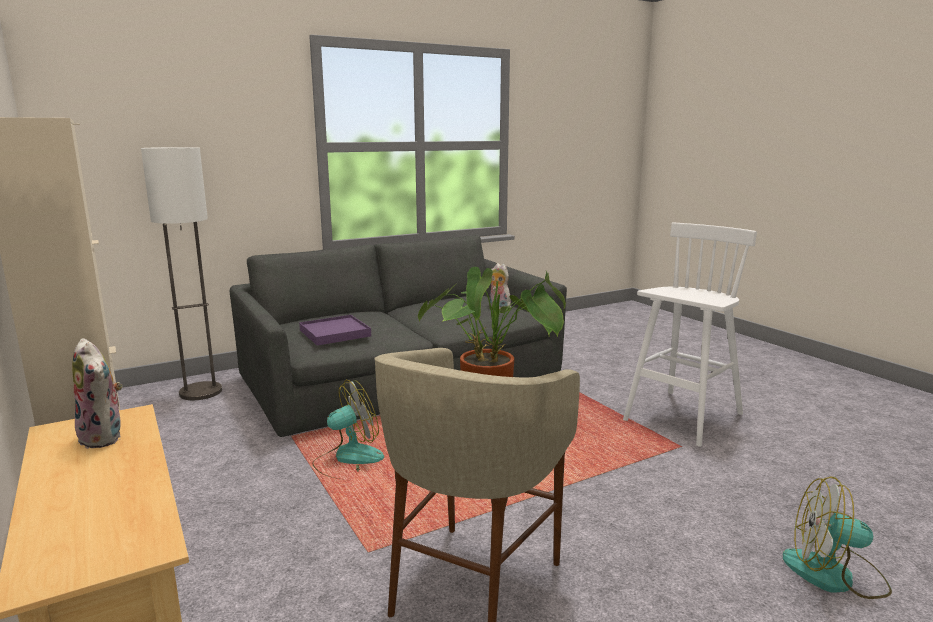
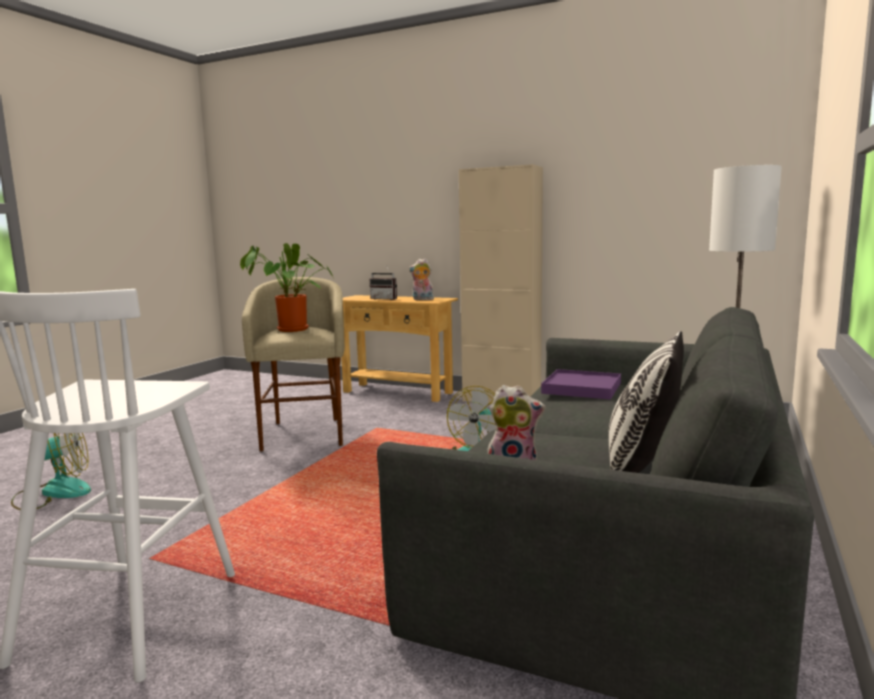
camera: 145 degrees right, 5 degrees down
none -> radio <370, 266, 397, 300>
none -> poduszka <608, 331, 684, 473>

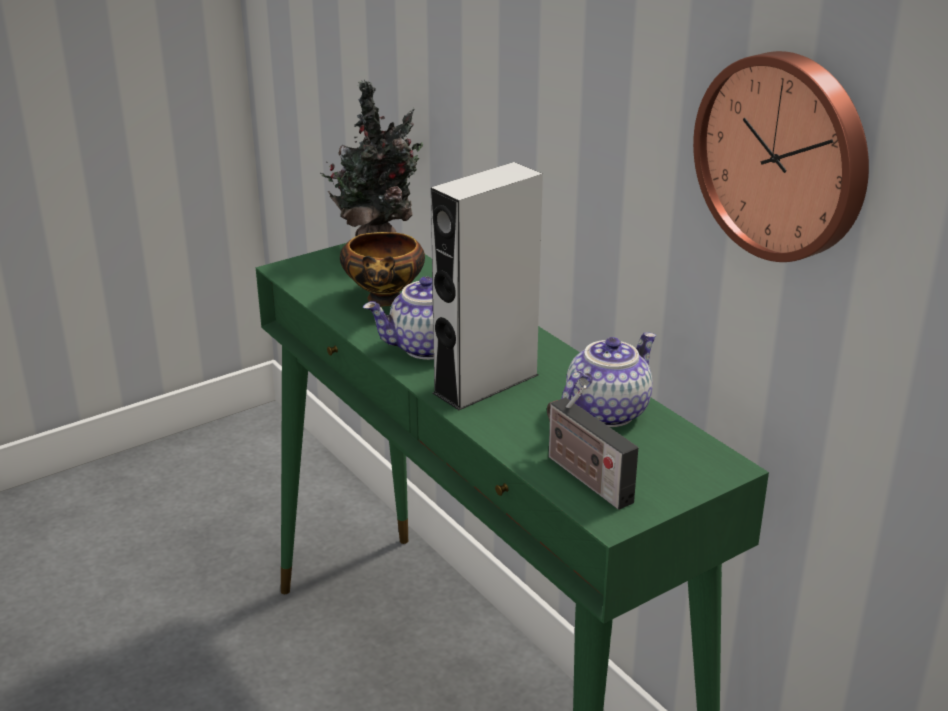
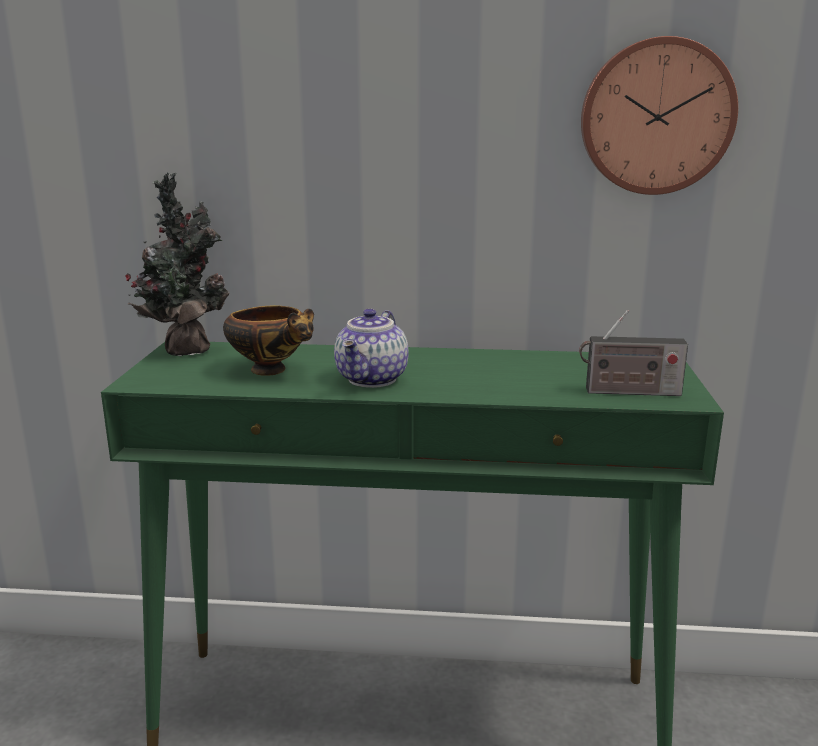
camera: 50 degrees left, 10 degrees down
głośnik [szary] <431, 162, 543, 410> -> none
imbryk <561, 332, 657, 427> -> none

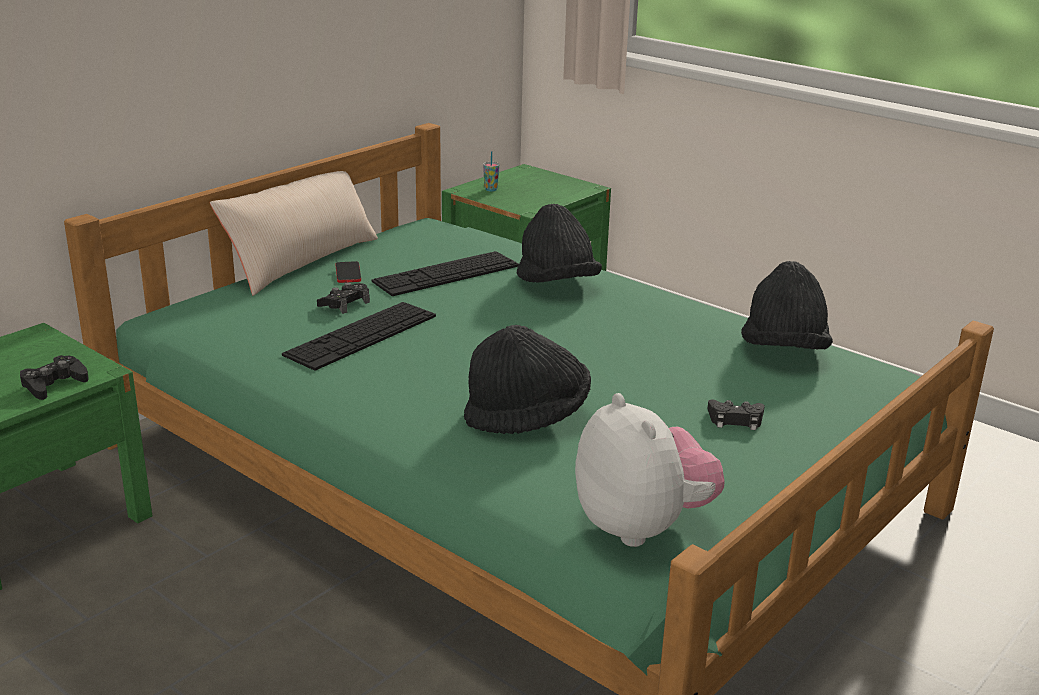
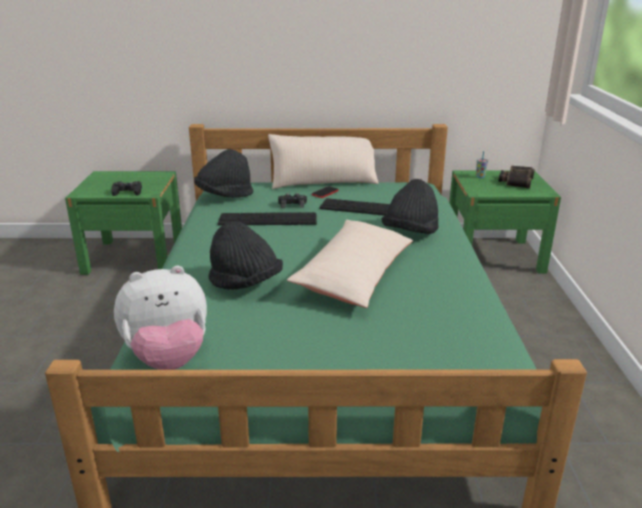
camera: 50 degrees right, 0 degrees up
pluszak <575, 393, 725, 547> -> pluszak <114, 266, 207, 370>, 45 degrees clockwise
kapelusz [czarny] <741, 261, 833, 349> -> kapelusz [czarny] <194, 149, 254, 198>, move
none -> poduszka [beżowy] <287, 220, 413, 308>
none -> lornetka <499, 165, 534, 188>
pad do gier [czarny] <707, 400, 765, 430> -> none

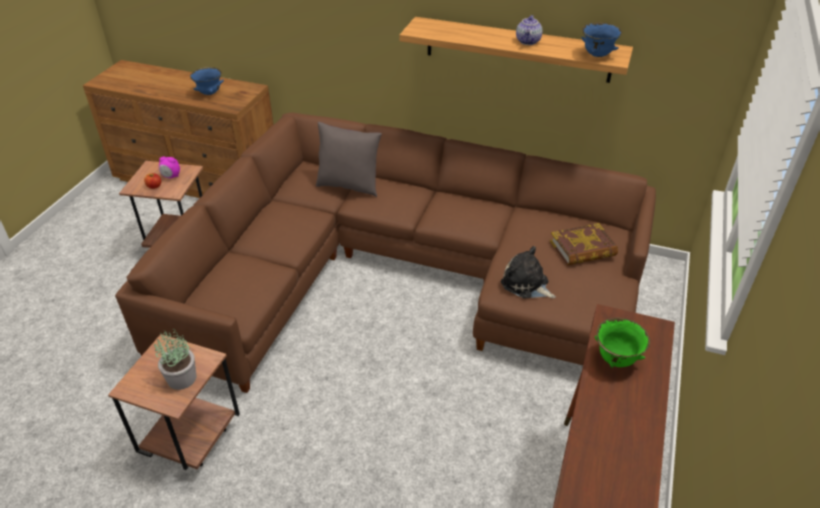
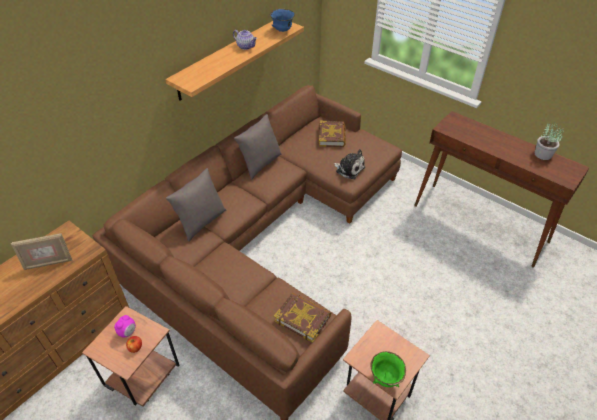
camera: 70 degrees left, 5 degrees up
miska [niebieski] <190, 67, 224, 95> -> ramka na zdjęcie <11, 233, 73, 270>
none -> poduszka [szary] <234, 114, 281, 180>
none -> książka <274, 292, 331, 342>
pluszak <501, 246, 556, 299> -> pluszak <334, 149, 365, 179>, 120 degrees counterclockwise
miska [zielony] <595, 317, 650, 368> -> miska [zielony] <371, 351, 406, 387>, move
roślina doniczkowa <154, 326, 196, 390> -> roślina doniczkowa <535, 123, 564, 160>, move

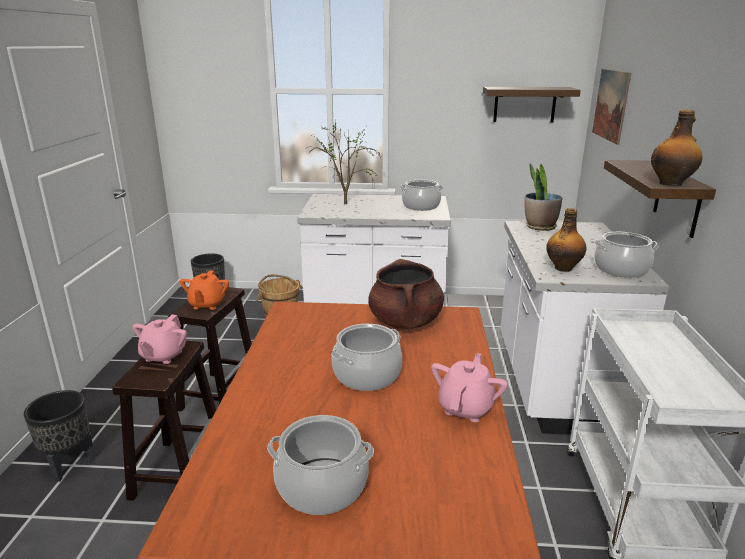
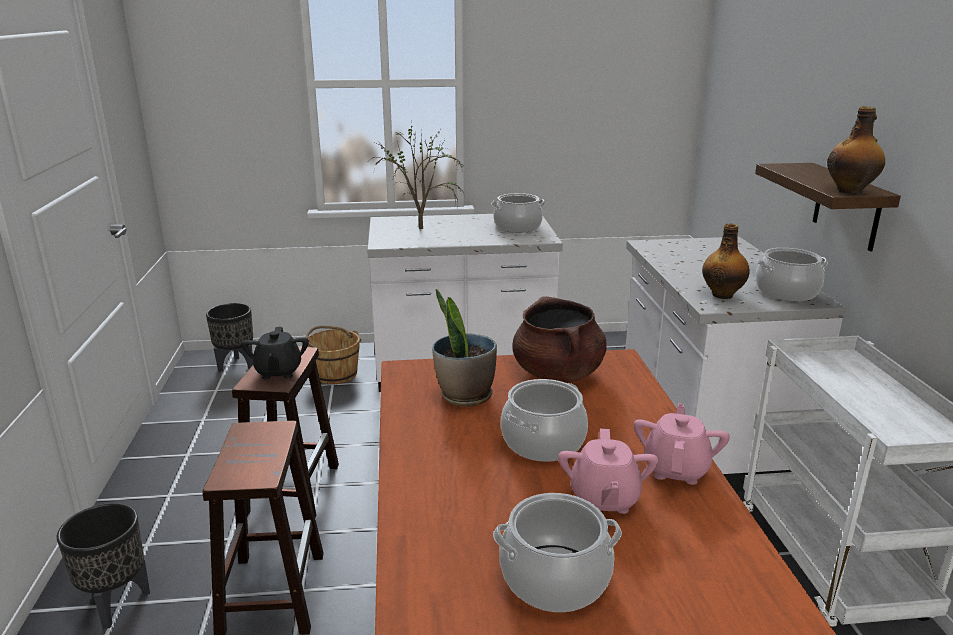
camera: 10 degrees left, 0 degrees up
imbryk [pomarańczowy] <180, 271, 229, 310> -> imbryk [czarny] <241, 327, 309, 379>
roślina doniczkowa <524, 164, 562, 231> -> roślina doniczkowa <432, 289, 497, 407>, move
imbryk [różowy] <133, 314, 187, 364> -> imbryk [różowy] <558, 429, 658, 514>, move
półka <483, 87, 581, 122> -> none
obraz <592, 69, 631, 145> -> none

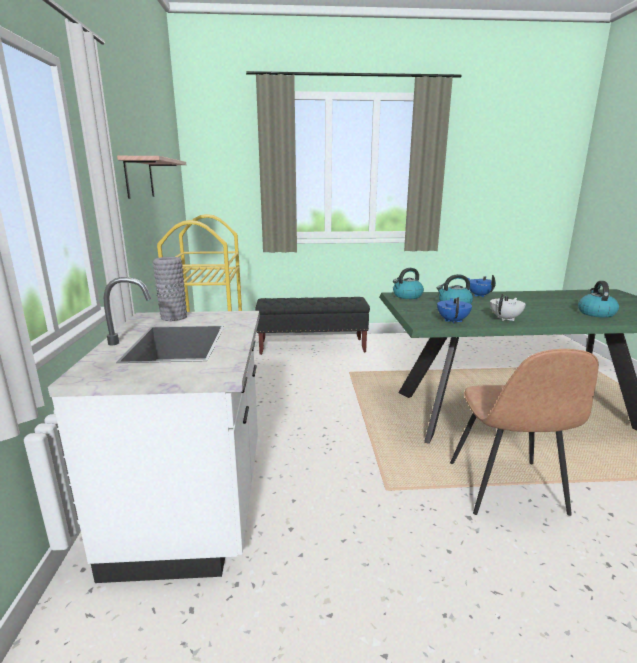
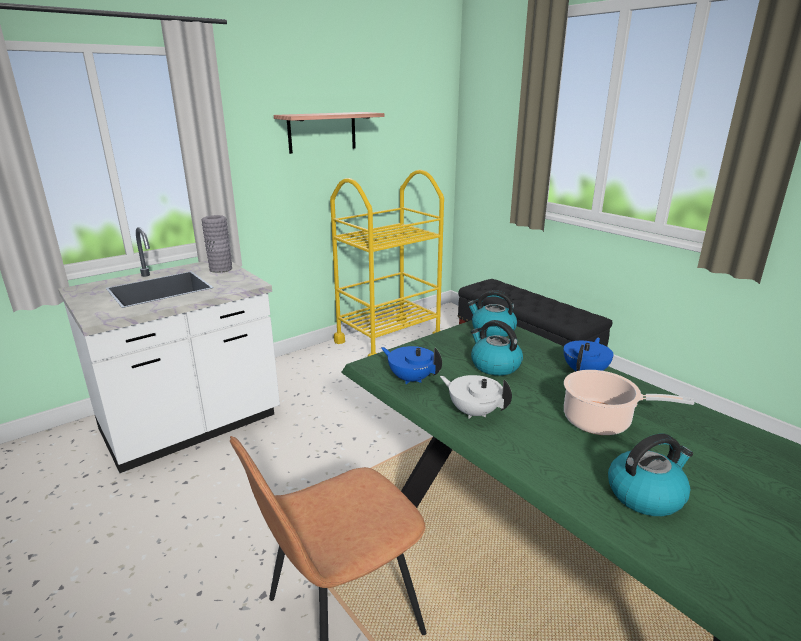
camera: 55 degrees right, 5 degrees up
imbryk [niebieski] <437, 297, 472, 324> -> imbryk [niebieski] <381, 346, 442, 384>, 120 degrees counterclockwise
imbryk [biały] <490, 294, 526, 321> -> imbryk [biały] <440, 375, 512, 419>, 150 degrees counterclockwise
none -> garnek <564, 370, 695, 435>

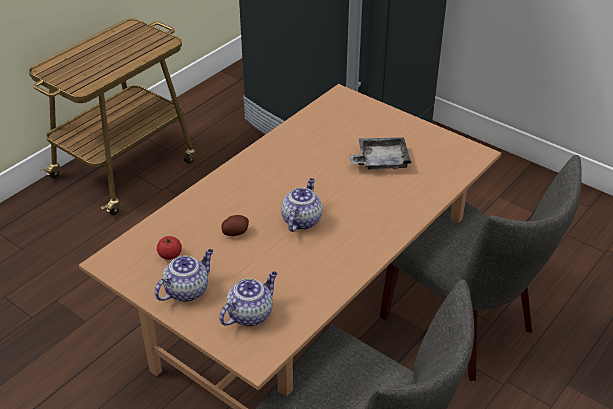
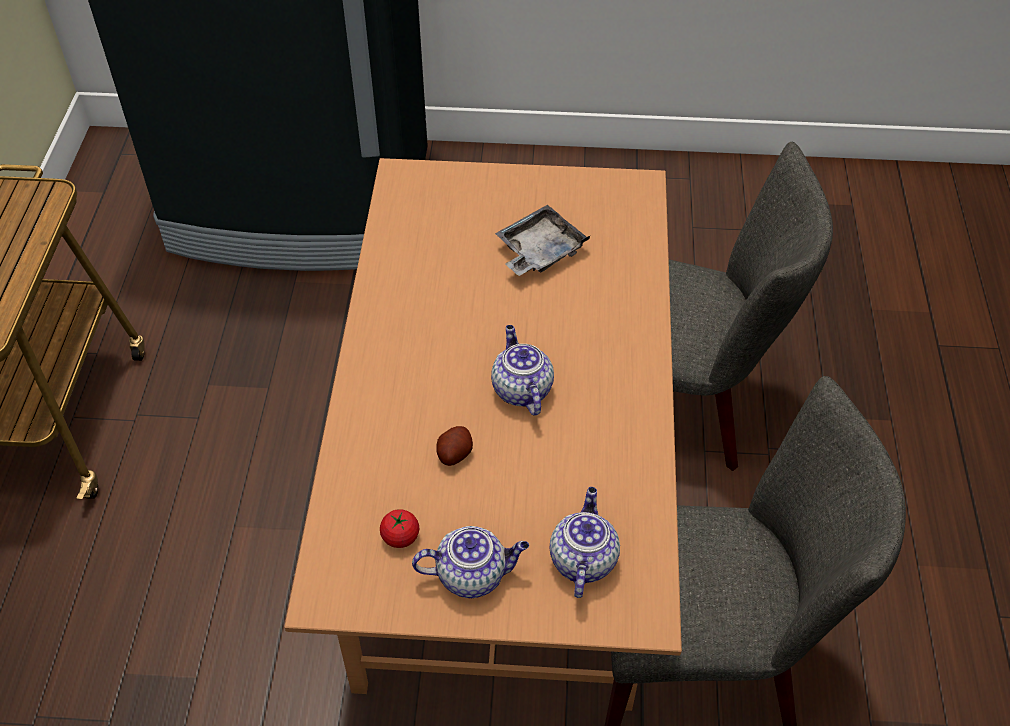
camera: 35 degrees left, 10 degrees up
imbryk <155, 249, 213, 302> -> imbryk <412, 526, 529, 598>, 75 degrees clockwise

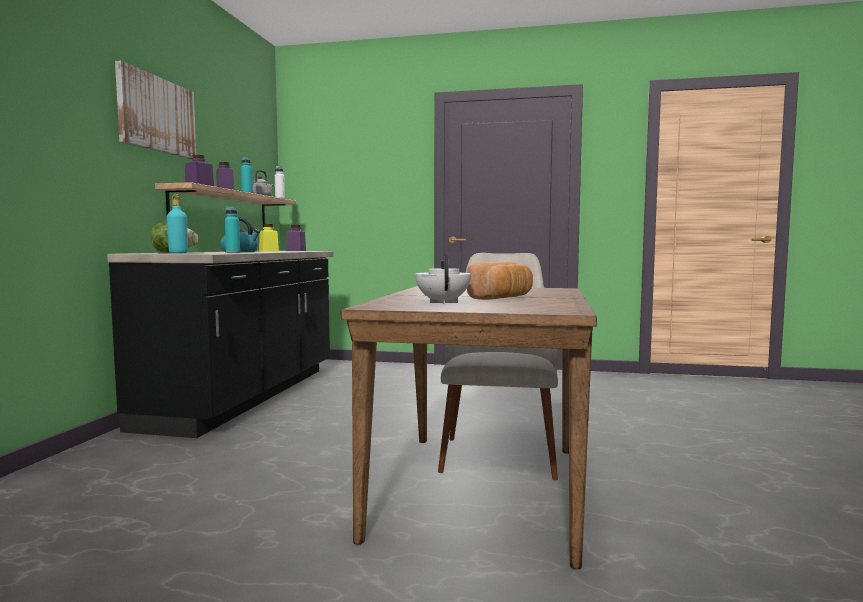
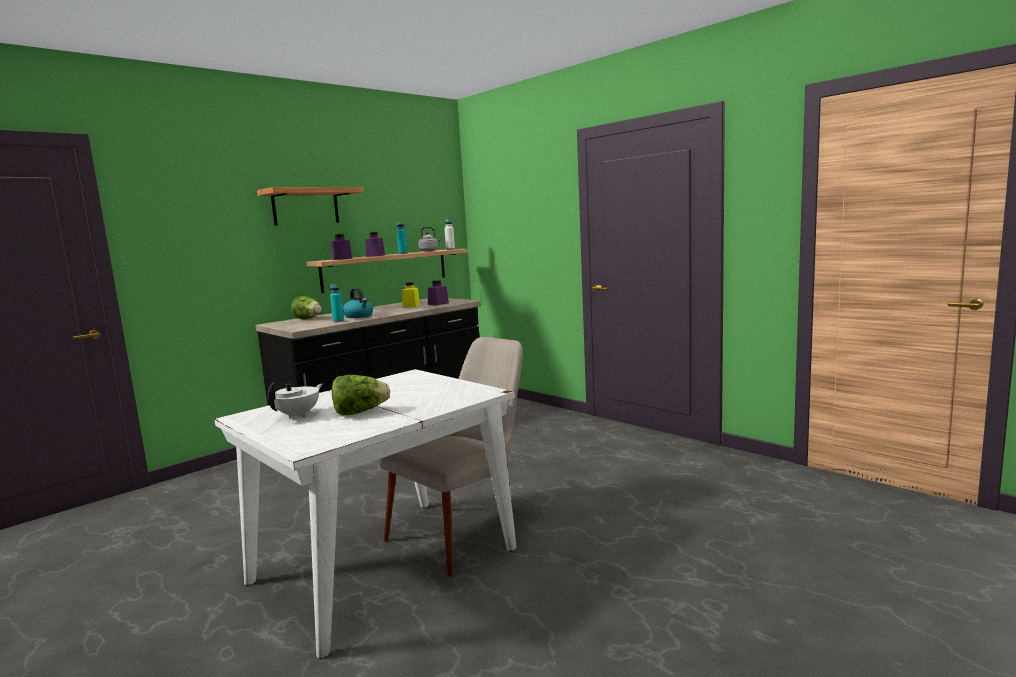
camera: 35 degrees right, 5 degrees up
stół jadalny [brązowy] <341, 286, 597, 569> -> stół jadalny [biały] <214, 369, 517, 659>
obraz <115, 61, 196, 159> -> półka <257, 187, 364, 225>
chleb <467, 261, 533, 300> -> sałata <332, 375, 390, 415>
butelka [turkusowy] <167, 194, 188, 253> -> none

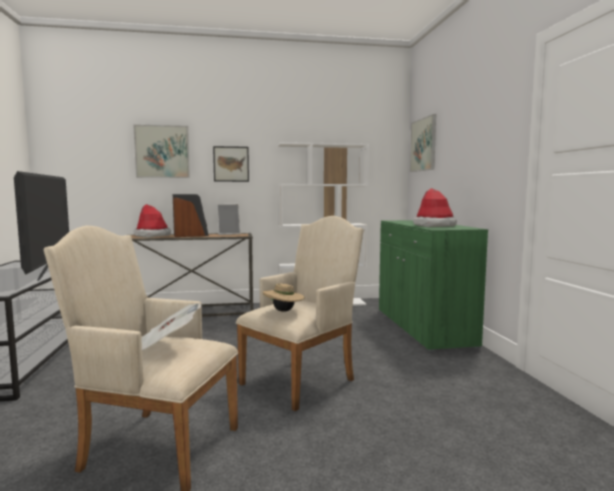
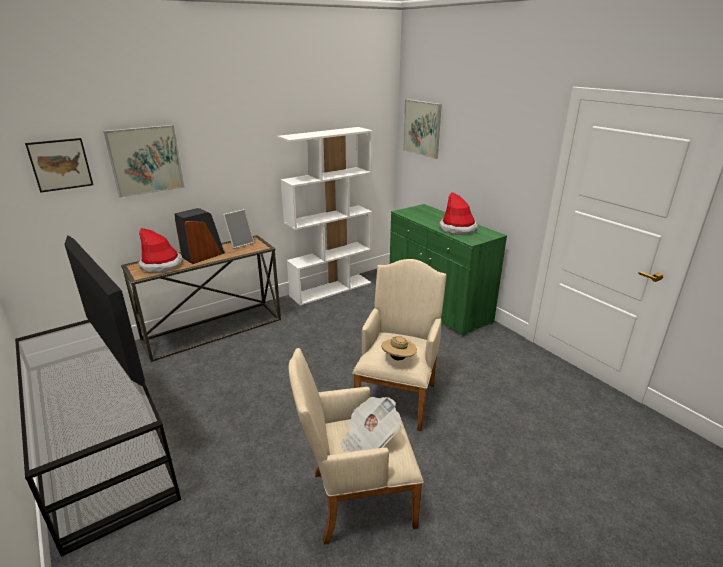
camera: 25 degrees left, 20 degrees up
obraz <213, 146, 249, 182> -> obraz <25, 138, 93, 193>, move

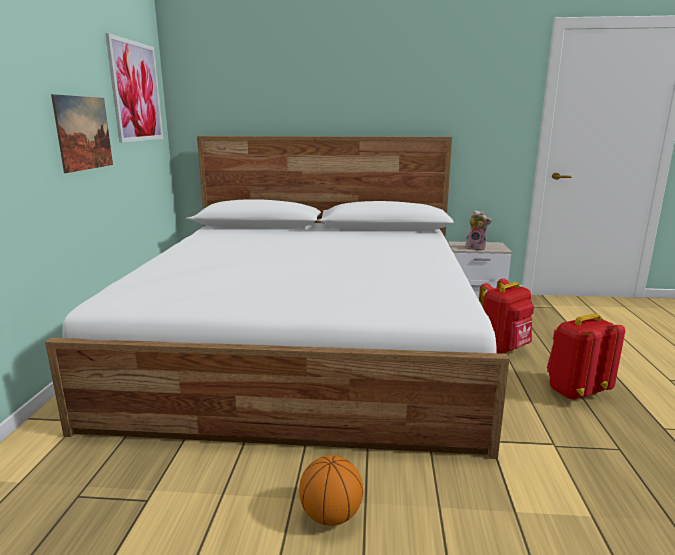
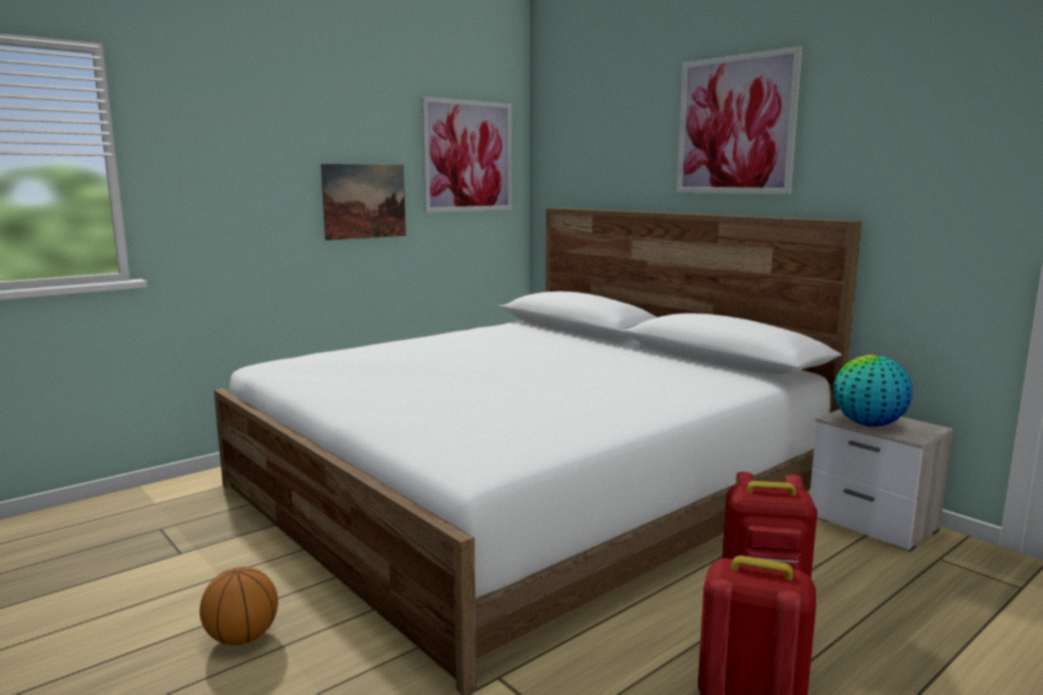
camera: 45 degrees right, 5 degrees down
none -> obraz <677, 46, 803, 194>
pluszak <465, 210, 492, 251> -> globus <834, 355, 912, 427>

